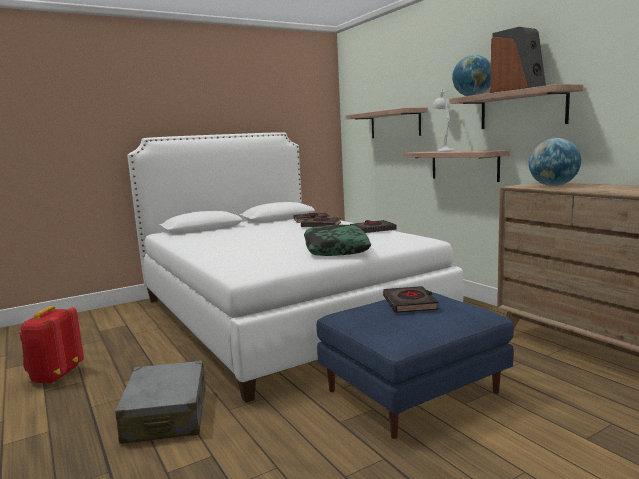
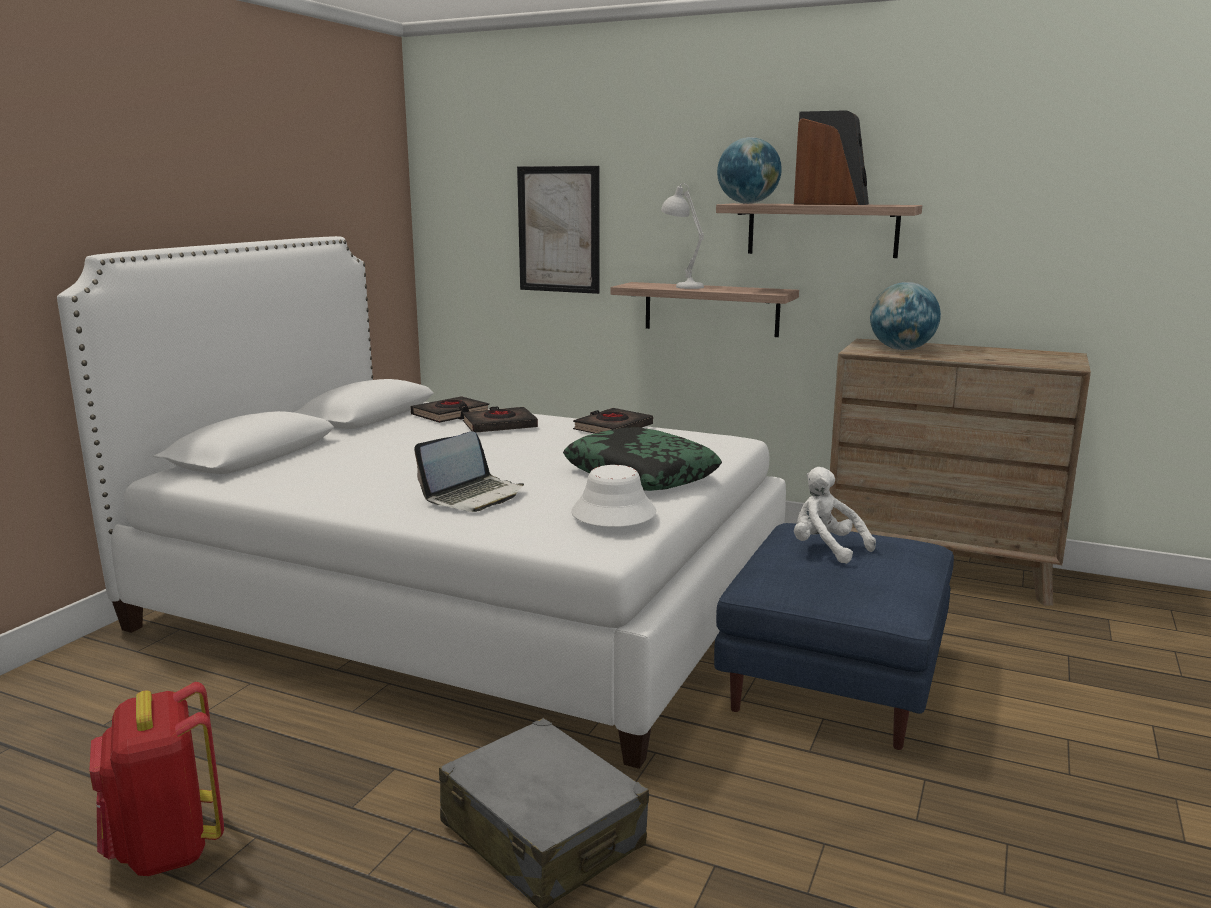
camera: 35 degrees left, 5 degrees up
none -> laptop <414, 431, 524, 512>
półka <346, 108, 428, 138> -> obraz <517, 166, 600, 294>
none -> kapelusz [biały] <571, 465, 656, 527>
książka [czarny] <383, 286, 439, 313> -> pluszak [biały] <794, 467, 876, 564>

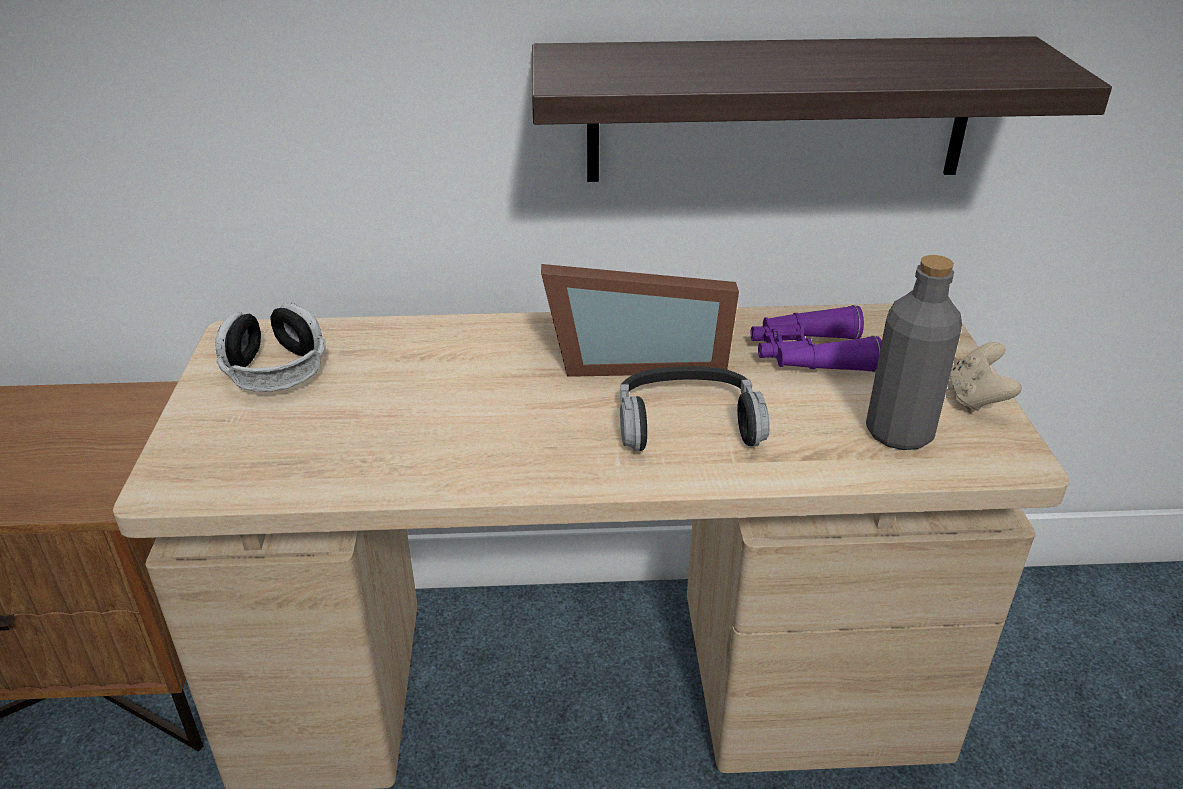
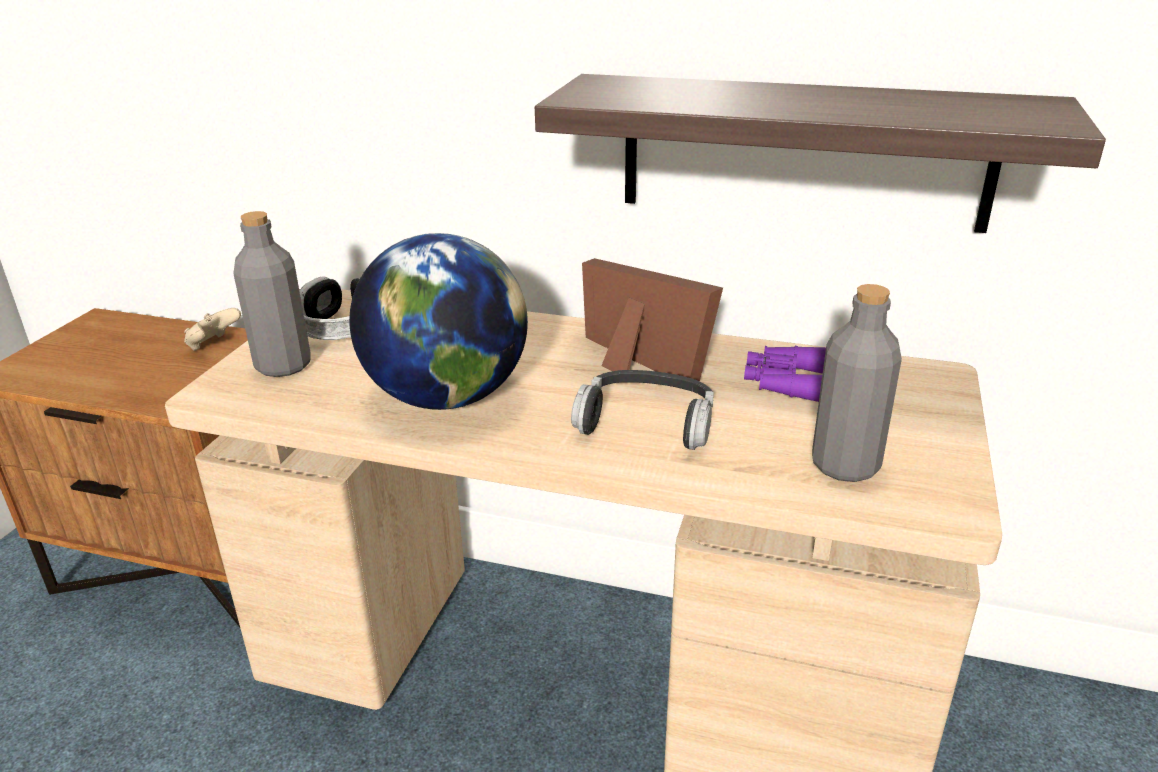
camera: 20 degrees right, 5 degrees down
pad do gier [beżowy] <949, 342, 1022, 413> -> pad do gier [beżowy] <184, 308, 241, 351>, move
none -> butelka [szary] <233, 211, 311, 377>
none -> globus <349, 233, 528, 410>
ramka na zdjęcie <541, 264, 739, 377> -> ramka na zdjęcie <582, 258, 723, 381>, 150 degrees counterclockwise

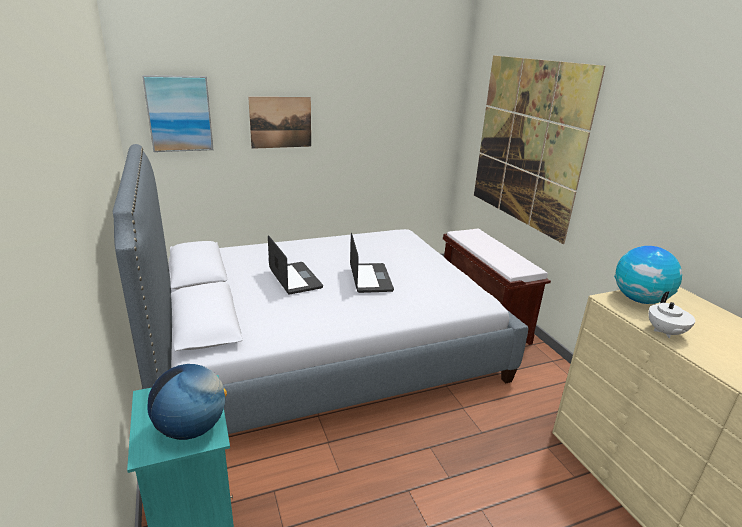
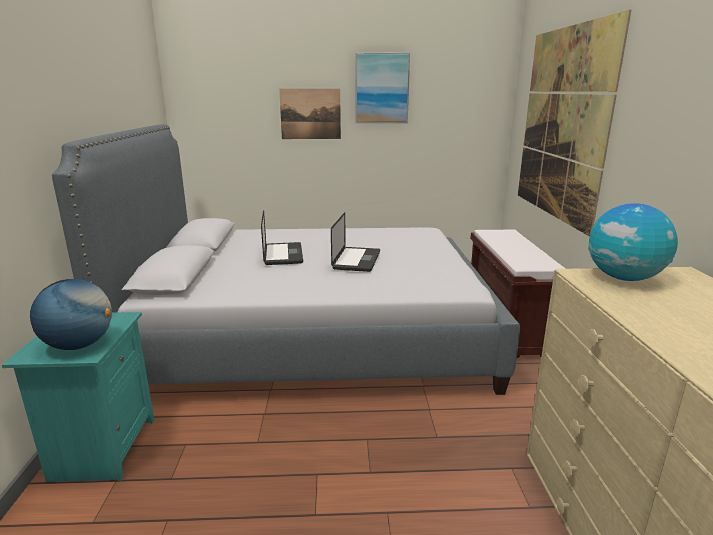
camera: 20 degrees right, 5 degrees down
obraz <142, 75, 213, 152> -> obraz <356, 52, 410, 123>, move
imbryk [biały] <648, 291, 695, 338> -> none

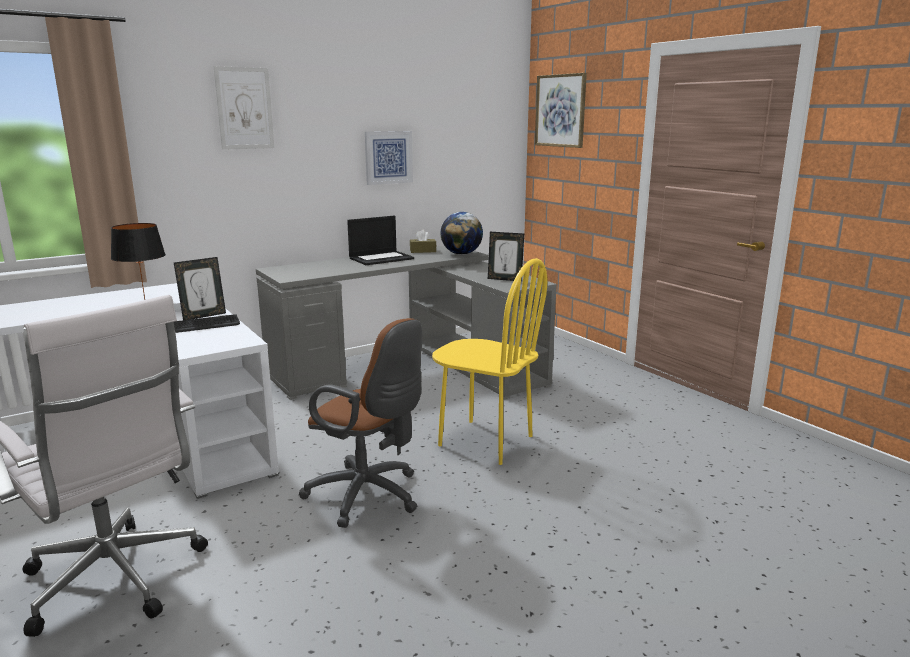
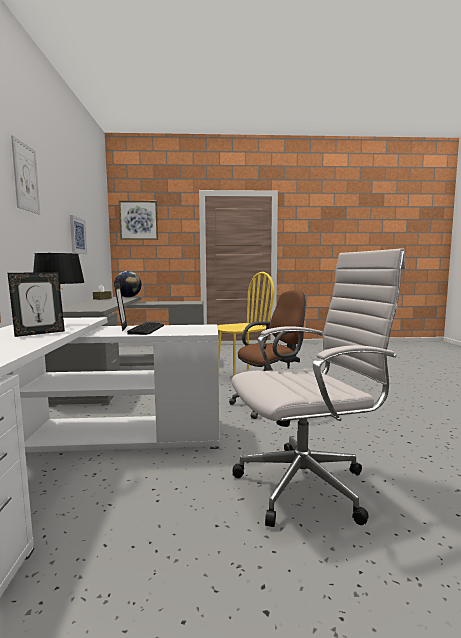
camera: 60 degrees left, 10 degrees down
ramka na zdjęcie <488, 232, 524, 282> -> ramka na zdjęcie <8, 272, 65, 337>, move
laptop <347, 216, 414, 265> -> none

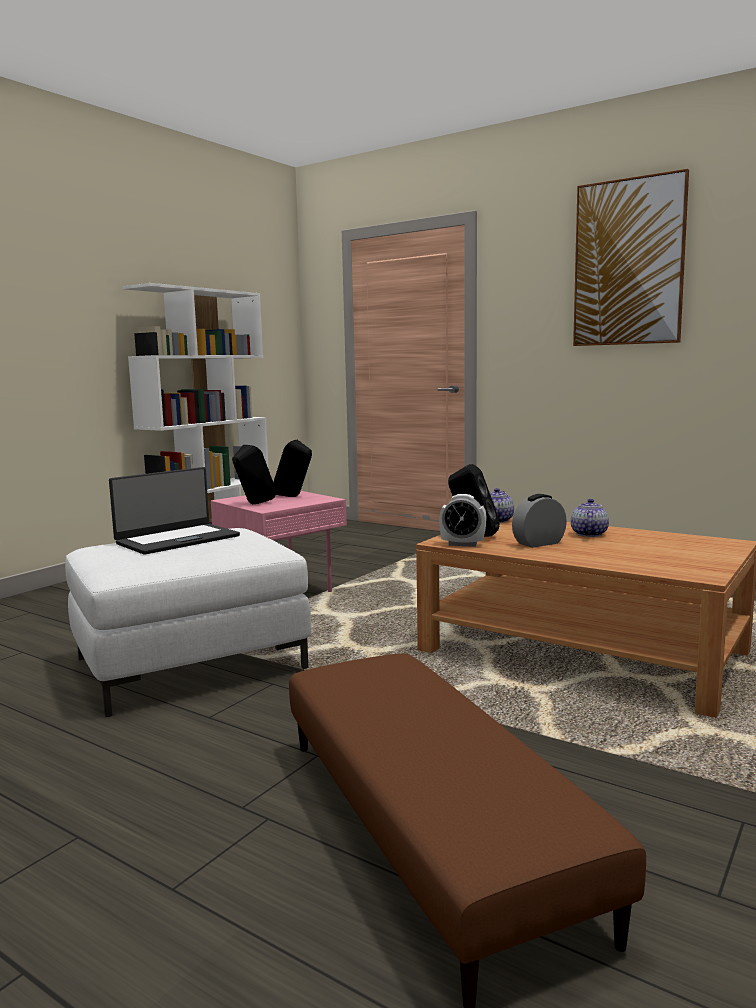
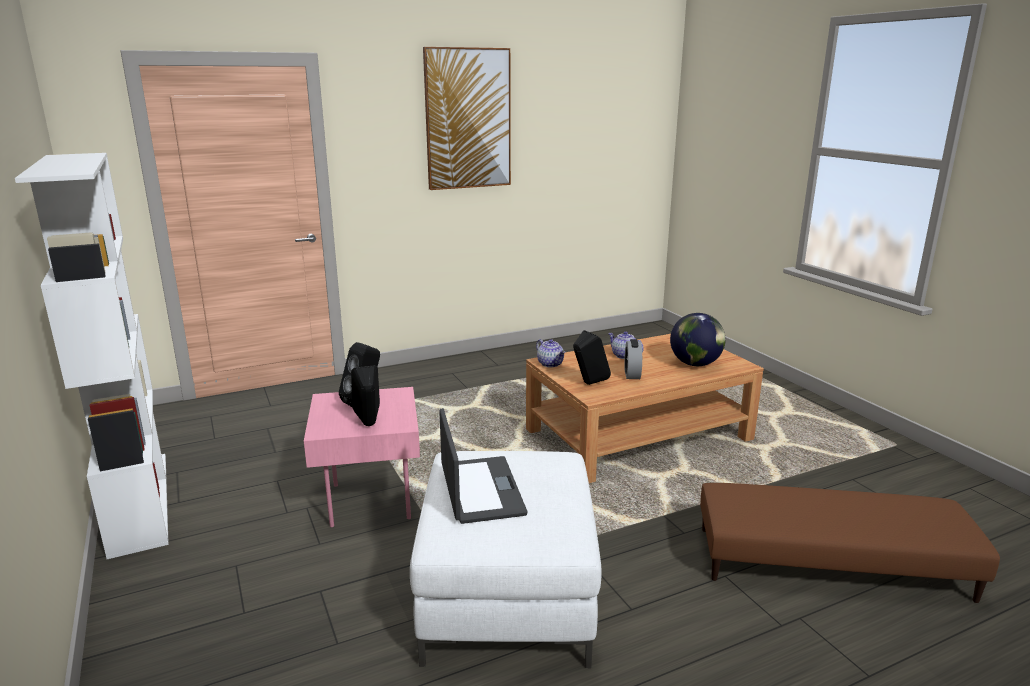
camera: 60 degrees left, 10 degrees up
none -> globus <670, 313, 726, 366>
budzik <439, 494, 486, 547> -> none

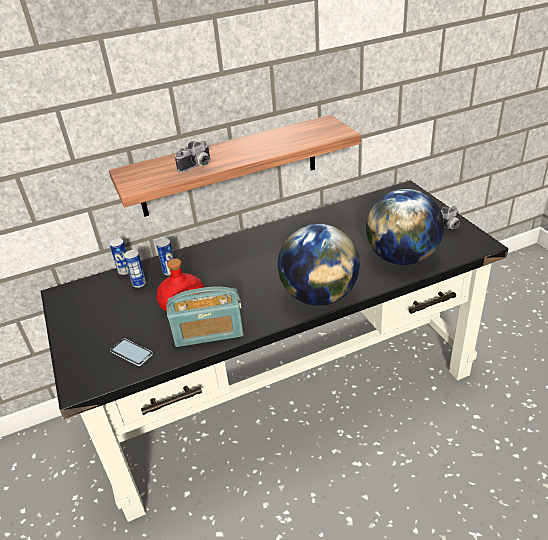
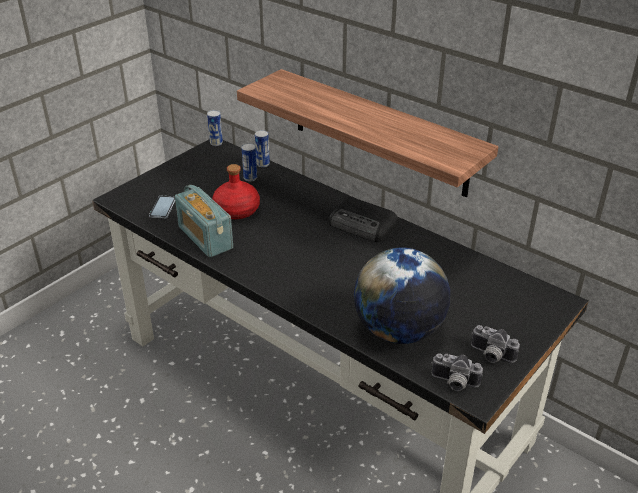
camera: 60 degrees right, 0 degrees up
puszka <156, 238, 174, 276> -> puszka <207, 110, 223, 146>, move
none -> radio <328, 197, 398, 242>
aparat fotograficzny <175, 141, 210, 173> -> aparat fotograficzny <431, 353, 483, 391>, move
globus <278, 224, 360, 306> -> none

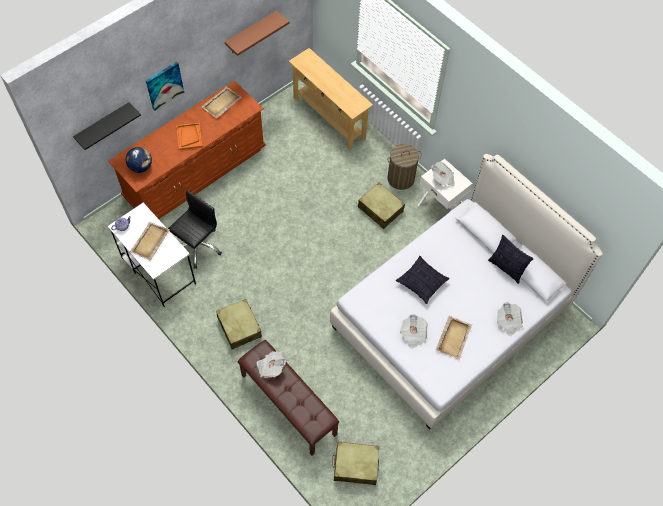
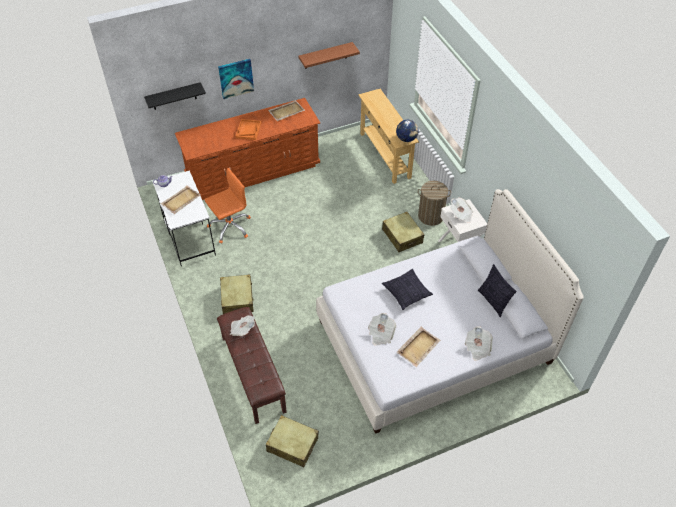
camera: 20 degrees right, 10 degrees down
krzesło biurowe [czarny] <168, 190, 222, 269> -> krzesło biurowe [pomarańczowy] <204, 168, 251, 243>
globus <126, 147, 152, 173> -> globus <396, 120, 419, 142>, move

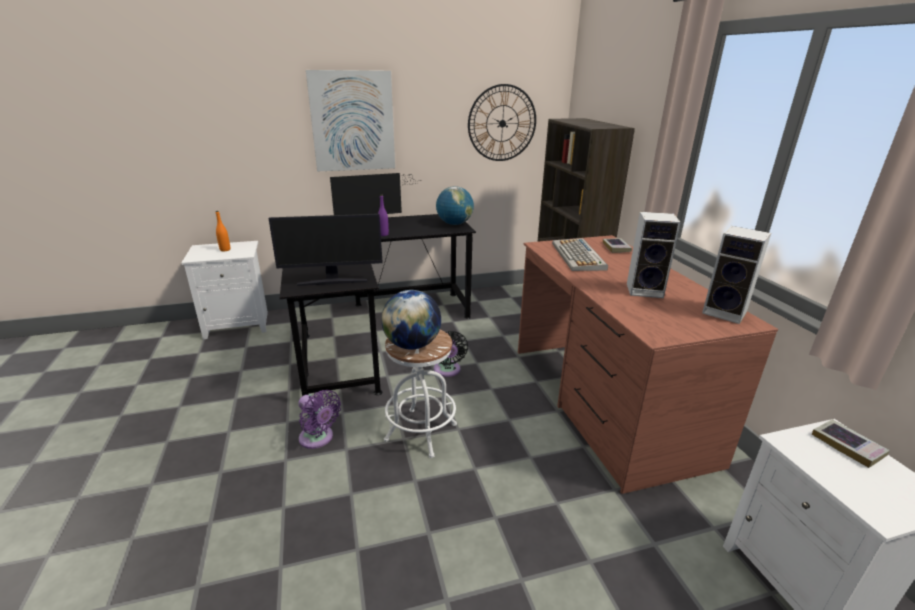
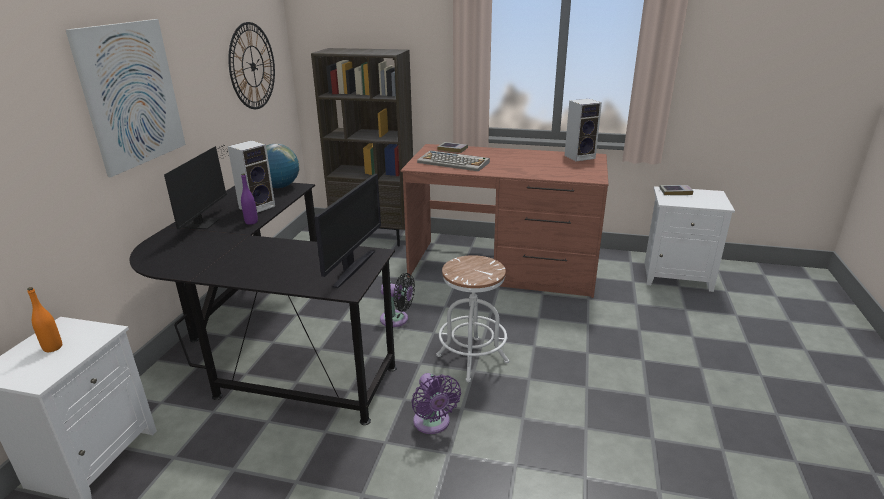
camera: 60 degrees left, 0 degrees up
głośnik <627, 212, 681, 298> -> głośnik <228, 140, 275, 213>, move
wentylator [fioletowy] <299, 390, 341, 449> -> wentylator [fioletowy] <411, 373, 461, 434>, 90 degrees clockwise
globus <381, 290, 441, 350> -> none

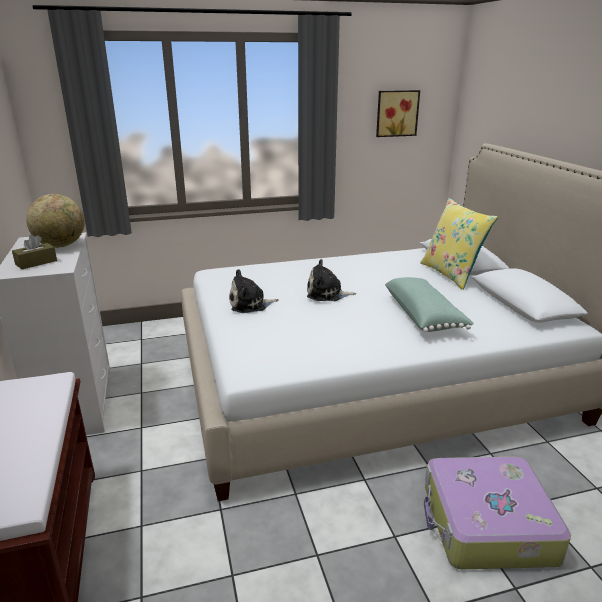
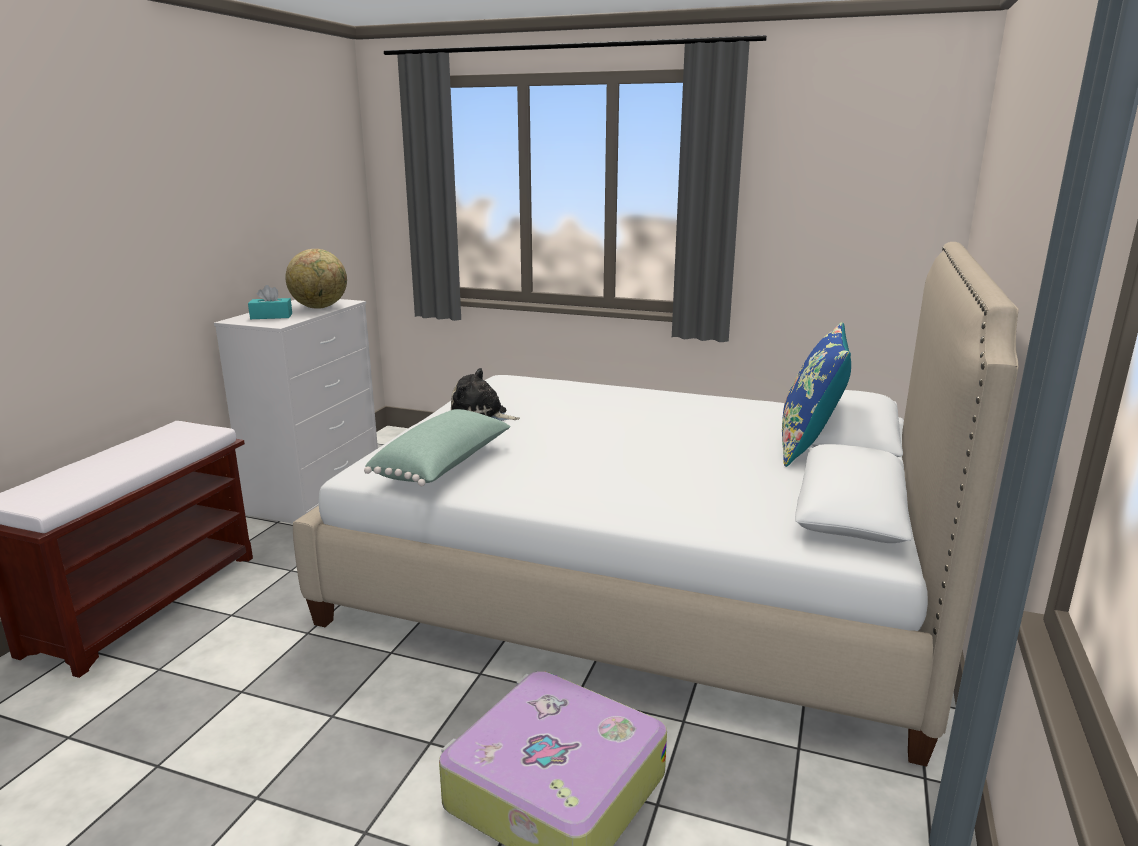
camera: 35 degrees right, 5 degrees down
pudełko chusteczek [brązowy] <12, 235, 57, 269> -> pudełko chusteczek [turkusowy] <248, 285, 292, 319>
poduszka [zielony] <385, 277, 474, 332> -> poduszka [zielony] <364, 409, 511, 486>, move
poduszka [żółty] <420, 198, 498, 290> -> poduszka [niebieski] <782, 322, 851, 467>
pluszak <307, 259, 356, 301> -> none
obraz <376, 90, 420, 137> -> none

